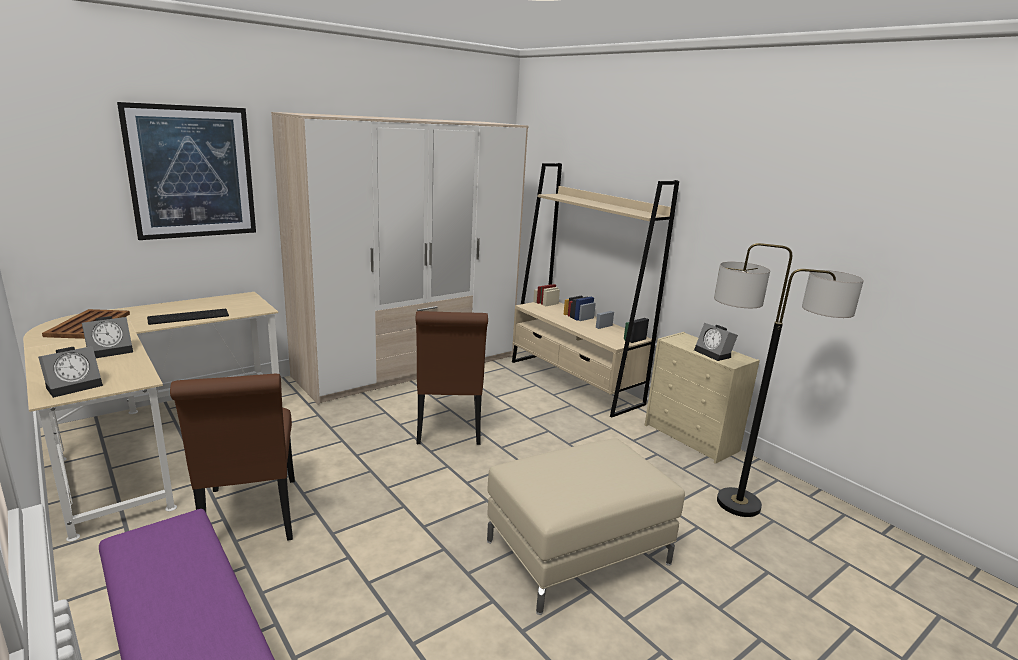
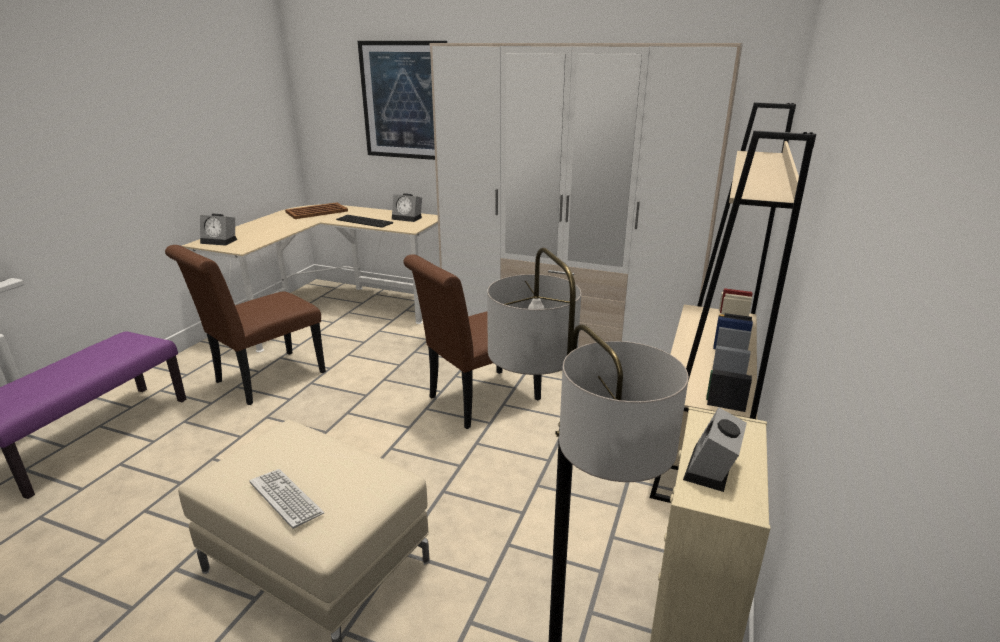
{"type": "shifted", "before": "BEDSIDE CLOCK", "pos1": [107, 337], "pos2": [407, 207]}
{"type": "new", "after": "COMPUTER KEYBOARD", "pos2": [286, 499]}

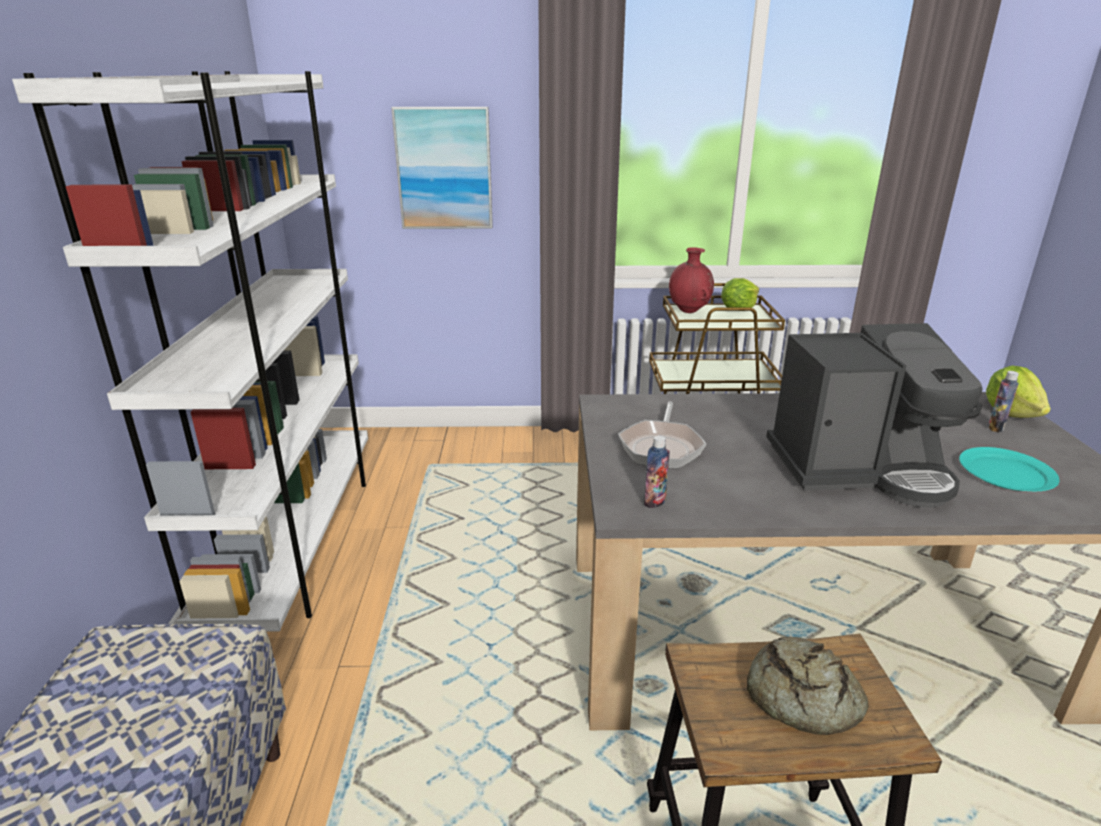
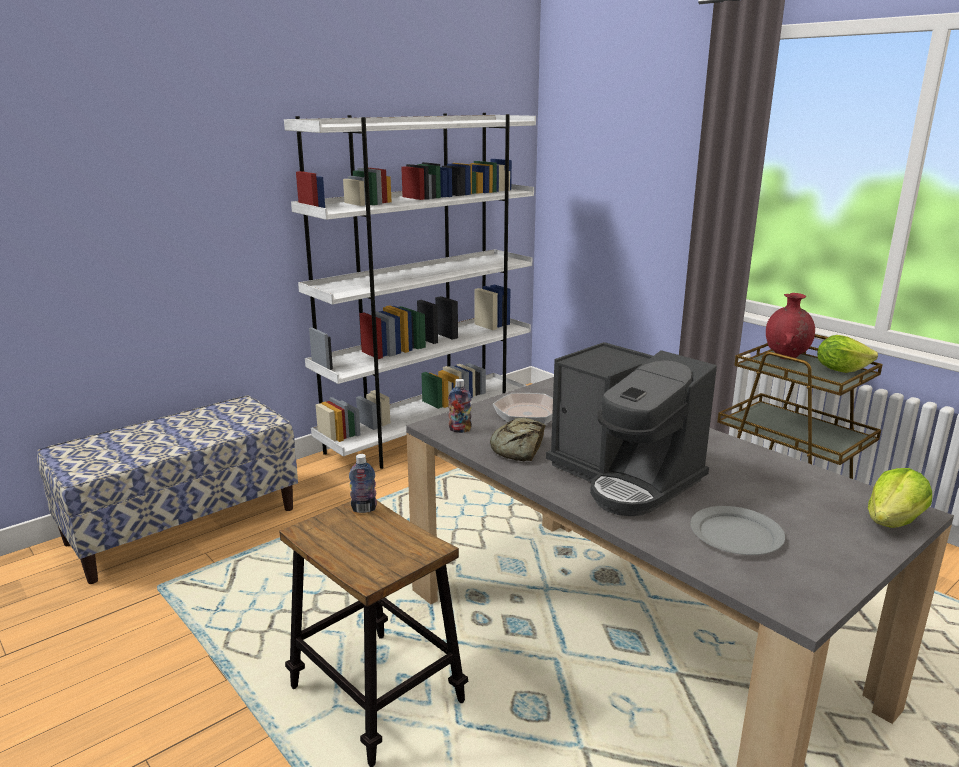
{"type": "gone", "before": "WALL ART", "pos1": [442, 168]}
{"type": "shifted", "before": "BAKED BREAD", "pos1": [808, 686], "pos2": [518, 439]}
{"type": "repainted", "before": "BLUE-GREEN FLAT DISH", "after": "GREY FLAT DISH", "pos1": [1009, 469], "pos2": [737, 530]}
{"type": "shifted", "before": "BEVERAGE BOTTLE", "pos1": [1003, 401], "pos2": [363, 483]}

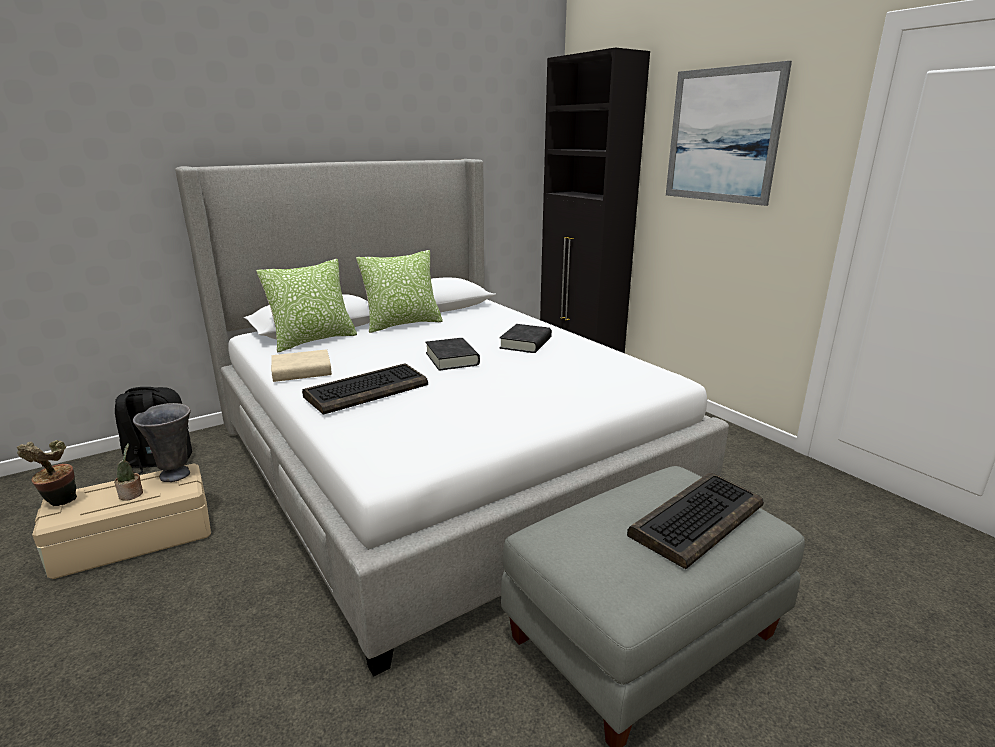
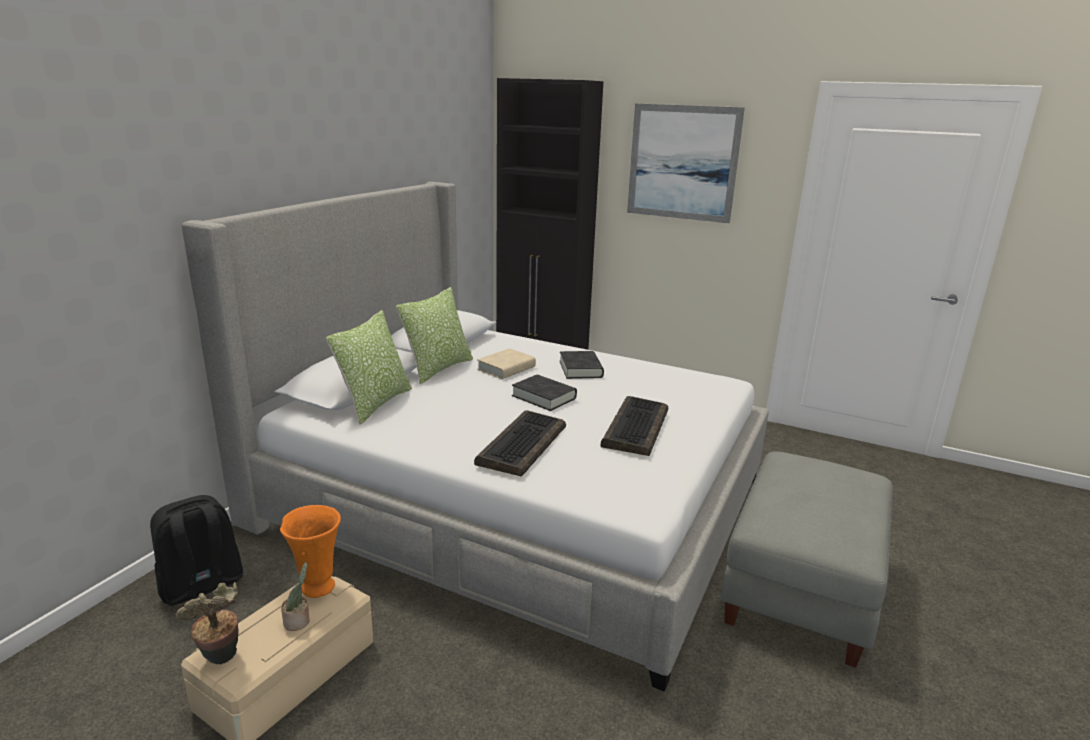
{"type": "repainted", "before": "GREY DECORATIVE VASE", "after": "ORANGEY DECORATIVE VASE", "pos1": [162, 442], "pos2": [310, 551]}
{"type": "shifted", "before": "BEIGE-COLOURED BOUND BOOK", "pos1": [301, 365], "pos2": [506, 363]}
{"type": "shifted", "before": "COMPUTER KEYBOARD", "pos1": [695, 521], "pos2": [634, 426]}

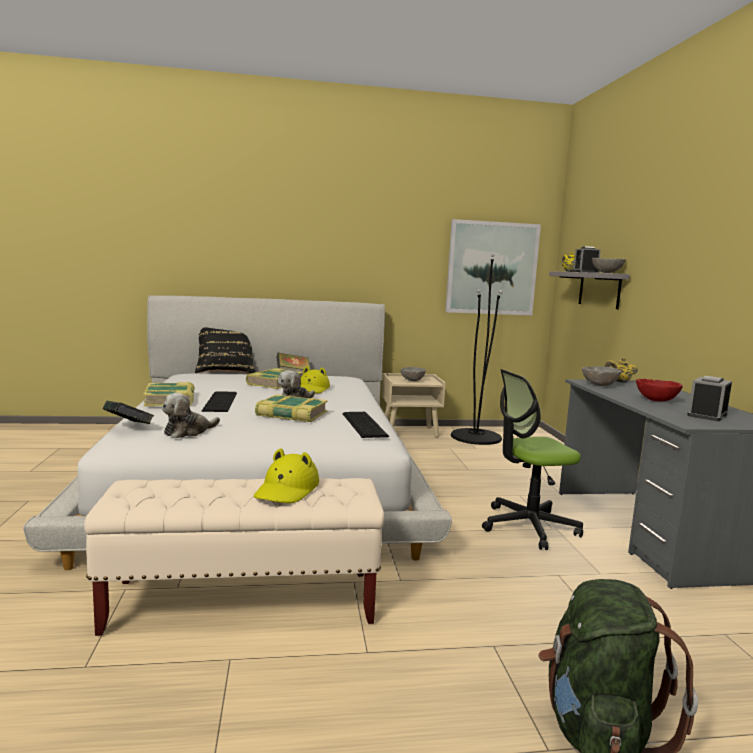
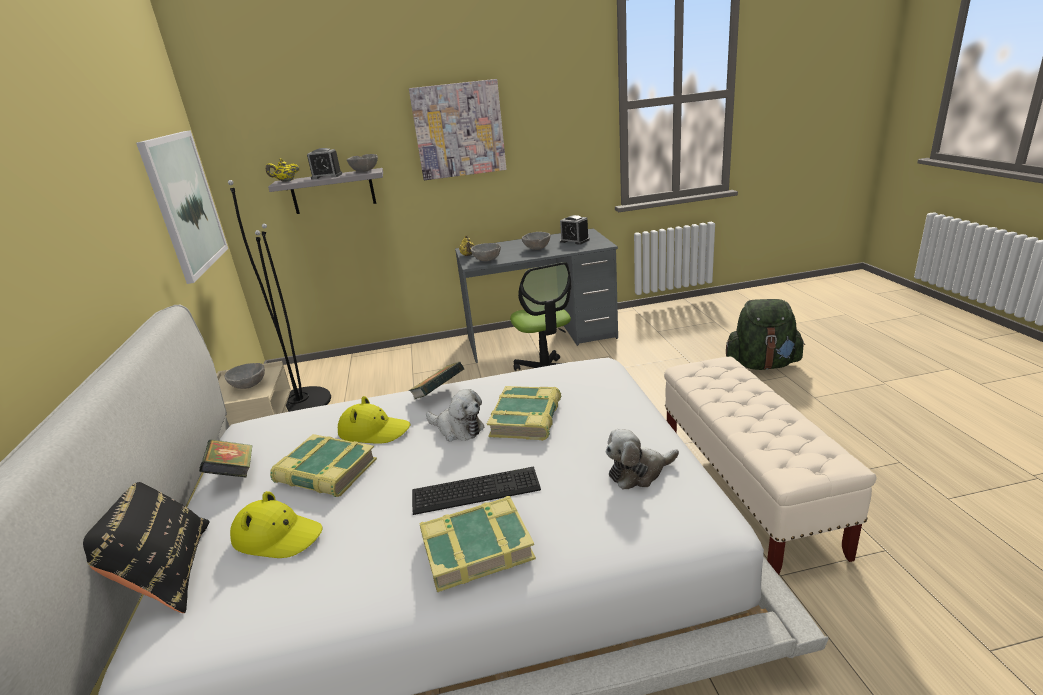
{"type": "shifted", "before": "BOUND BOOK", "pos1": [129, 412], "pos2": [436, 381]}
{"type": "rotated", "before": "SOFT TOY", "pos1": [191, 415], "pos2": [642, 459], "turn": 120}
{"type": "shifted", "before": "YELLOW WEARABLE HAT", "pos1": [286, 475], "pos2": [276, 524]}
{"type": "gone", "before": "COMPUTER KEYBOARD", "pos1": [365, 425]}
{"type": "repainted", "before": "REDDISH DEEP DISH", "after": "GREY DEEP DISH", "pos1": [659, 390], "pos2": [536, 241]}
{"type": "new", "after": "WALL ART", "pos2": [457, 129]}

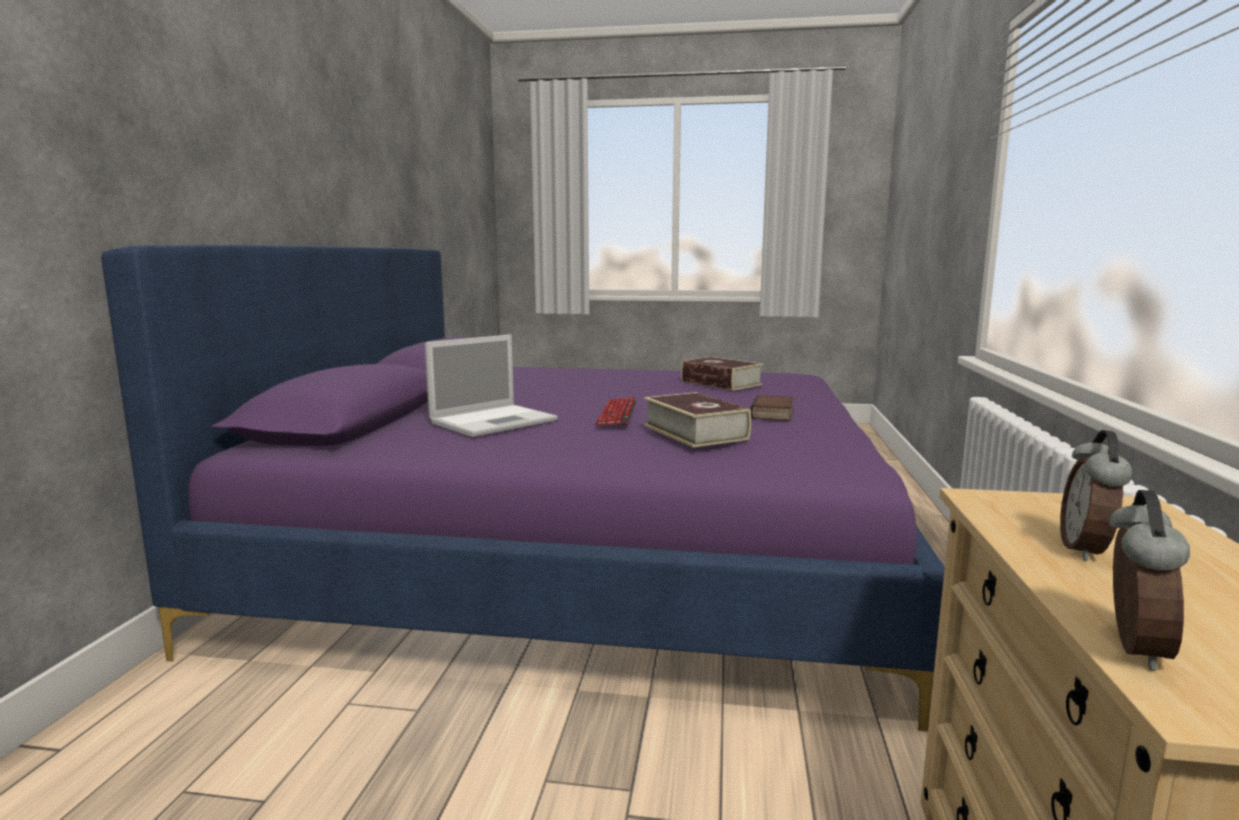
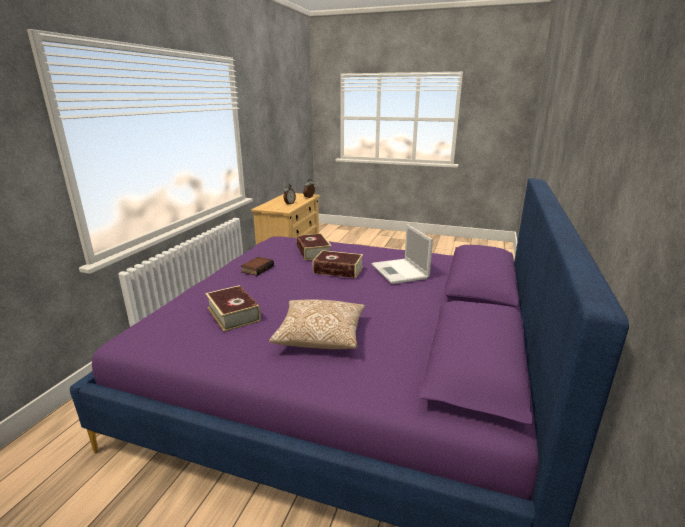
{"type": "rotated", "before": "PORTABLE COMPUTER", "pos1": [491, 385], "pos2": [402, 254], "turn": -75}
{"type": "swapped", "before": "COMPUTER KEYBOARD", "after": "BOUND BOOK", "pos1": [615, 411], "pos2": [338, 264]}
{"type": "new", "after": "CUSHION", "pos2": [317, 324]}

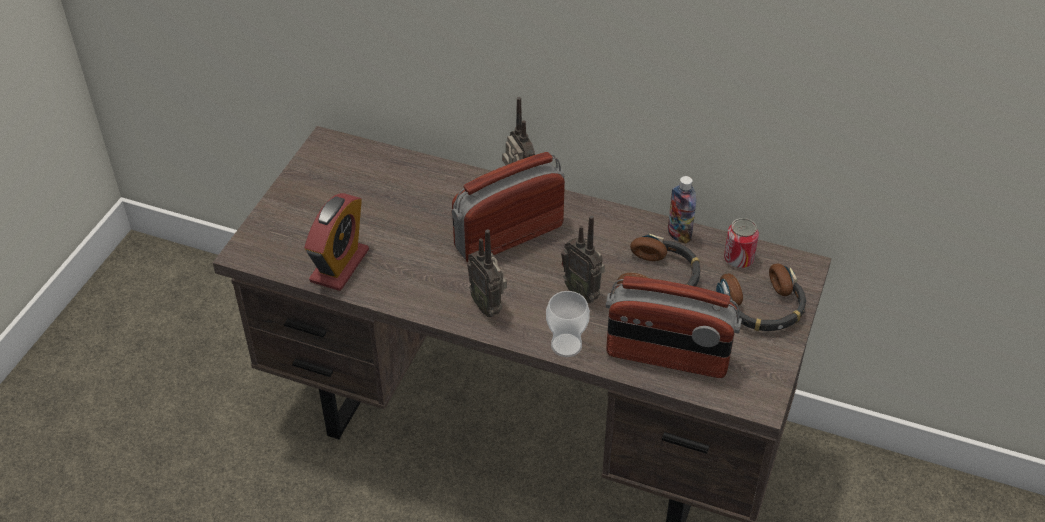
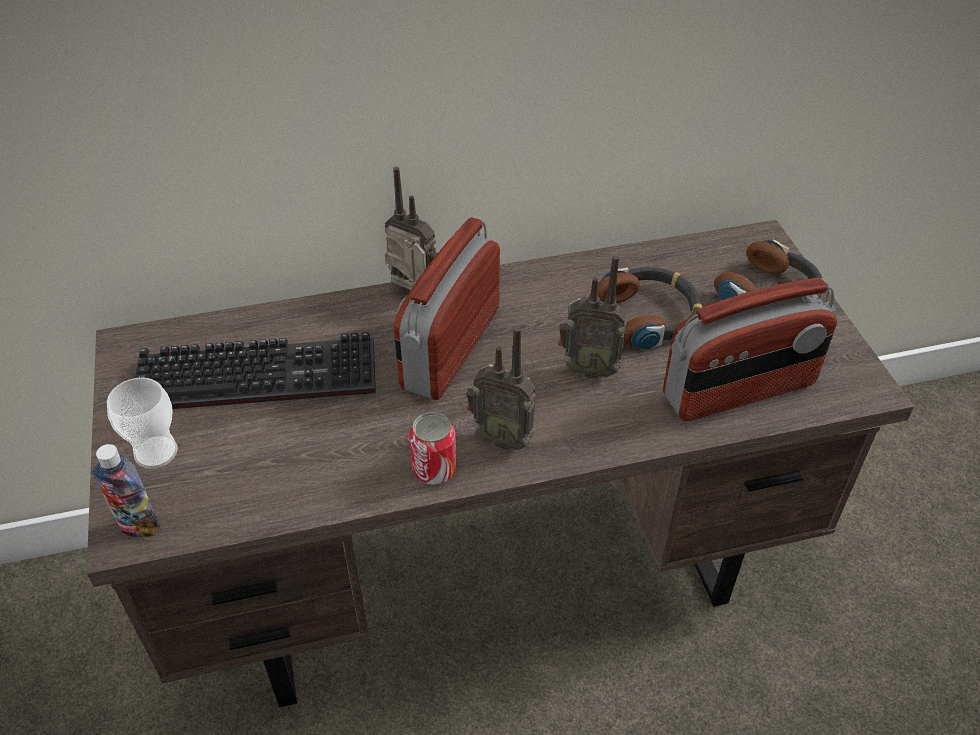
{"type": "gone", "before": "BEDSIDE CLOCK", "pos1": [336, 242]}
{"type": "shifted", "before": "CUP", "pos1": [568, 324], "pos2": [142, 423]}
{"type": "shifted", "before": "BEVERAGE BOTTLE", "pos1": [682, 210], "pos2": [126, 490]}
{"type": "shifted", "before": "METAL CAN", "pos1": [741, 243], "pos2": [433, 448]}
{"type": "new", "after": "COMPUTER KEYBOARD", "pos2": [255, 370]}

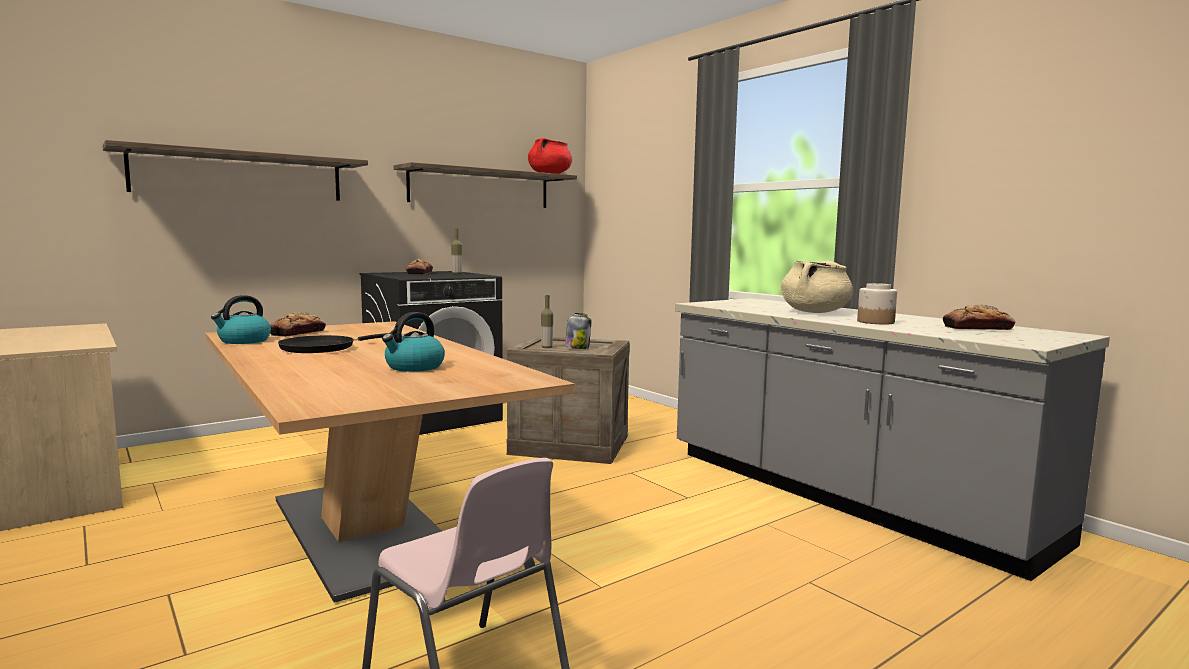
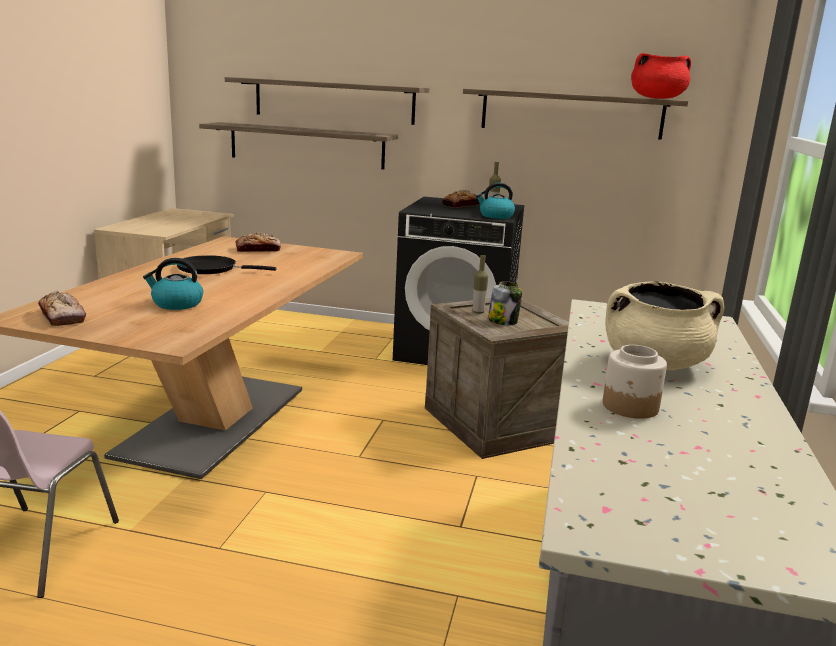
{"type": "shifted", "before": "WATER KETTLE", "pos1": [241, 319], "pos2": [495, 201]}
{"type": "shifted", "before": "BAKED BREAD", "pos1": [979, 317], "pos2": [62, 308]}
{"type": "new", "after": "SHELF", "pos2": [298, 145]}

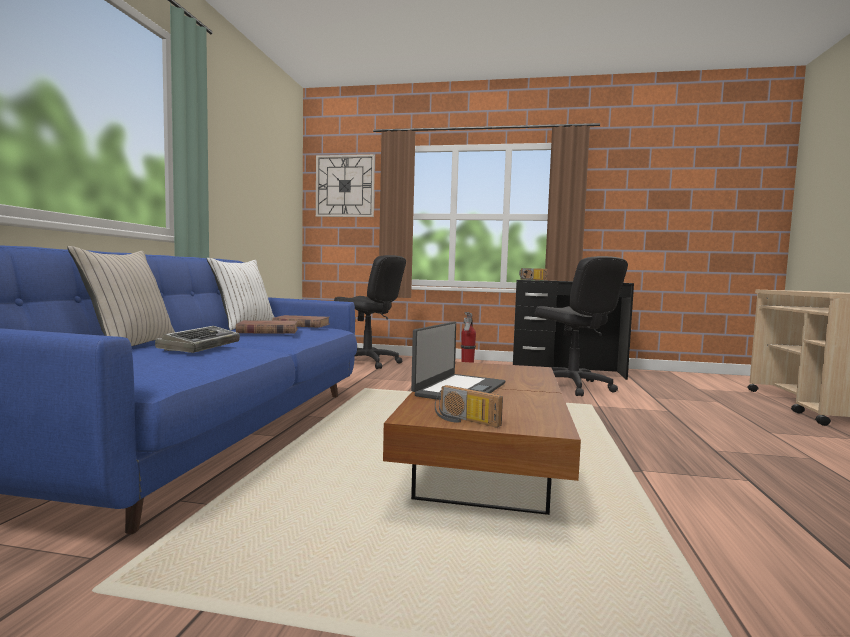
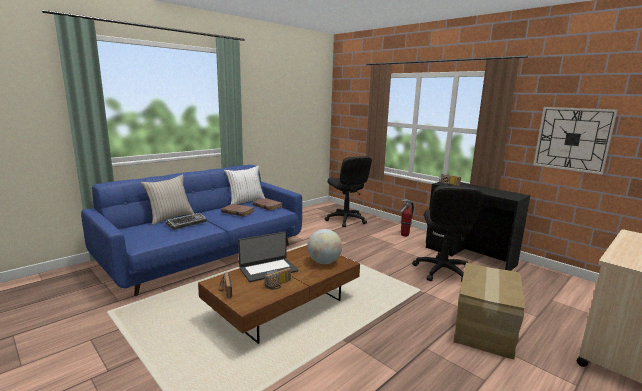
{"type": "shifted", "before": "HANGING CLOCK", "pos1": [345, 185], "pos2": [575, 141]}
{"type": "new", "after": "RADIO RECEIVER", "pos2": [277, 279]}
{"type": "new", "after": "DESK GLOBE", "pos2": [324, 246]}
{"type": "new", "after": "CARDBOARD BOX", "pos2": [489, 311]}

